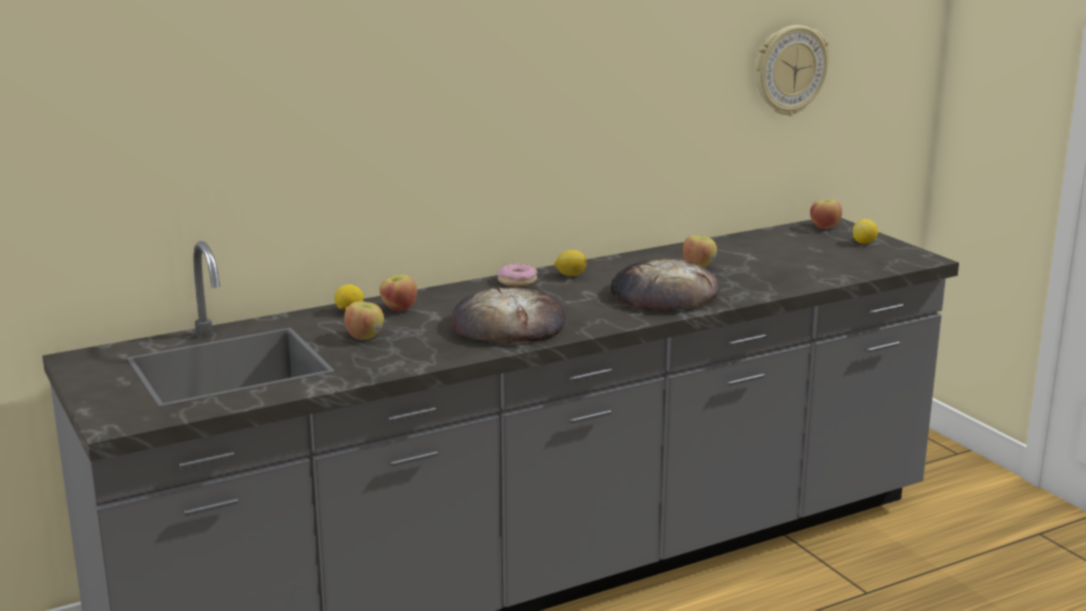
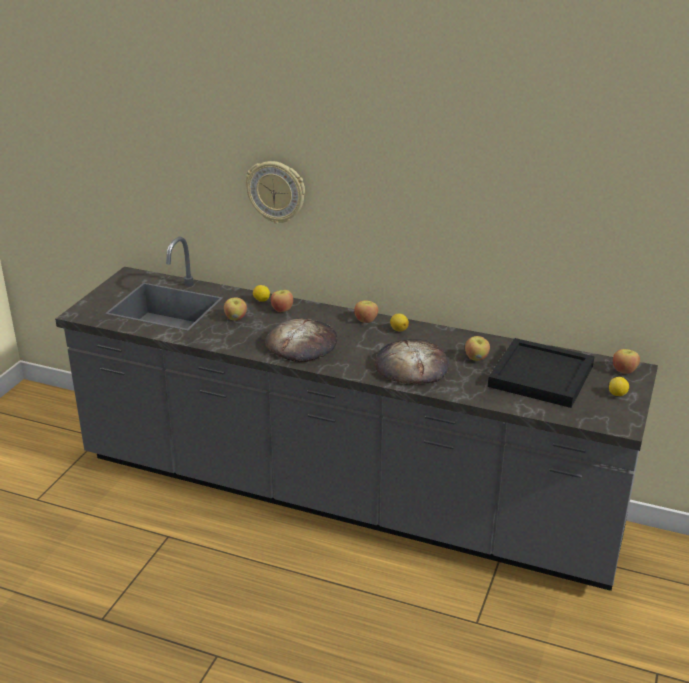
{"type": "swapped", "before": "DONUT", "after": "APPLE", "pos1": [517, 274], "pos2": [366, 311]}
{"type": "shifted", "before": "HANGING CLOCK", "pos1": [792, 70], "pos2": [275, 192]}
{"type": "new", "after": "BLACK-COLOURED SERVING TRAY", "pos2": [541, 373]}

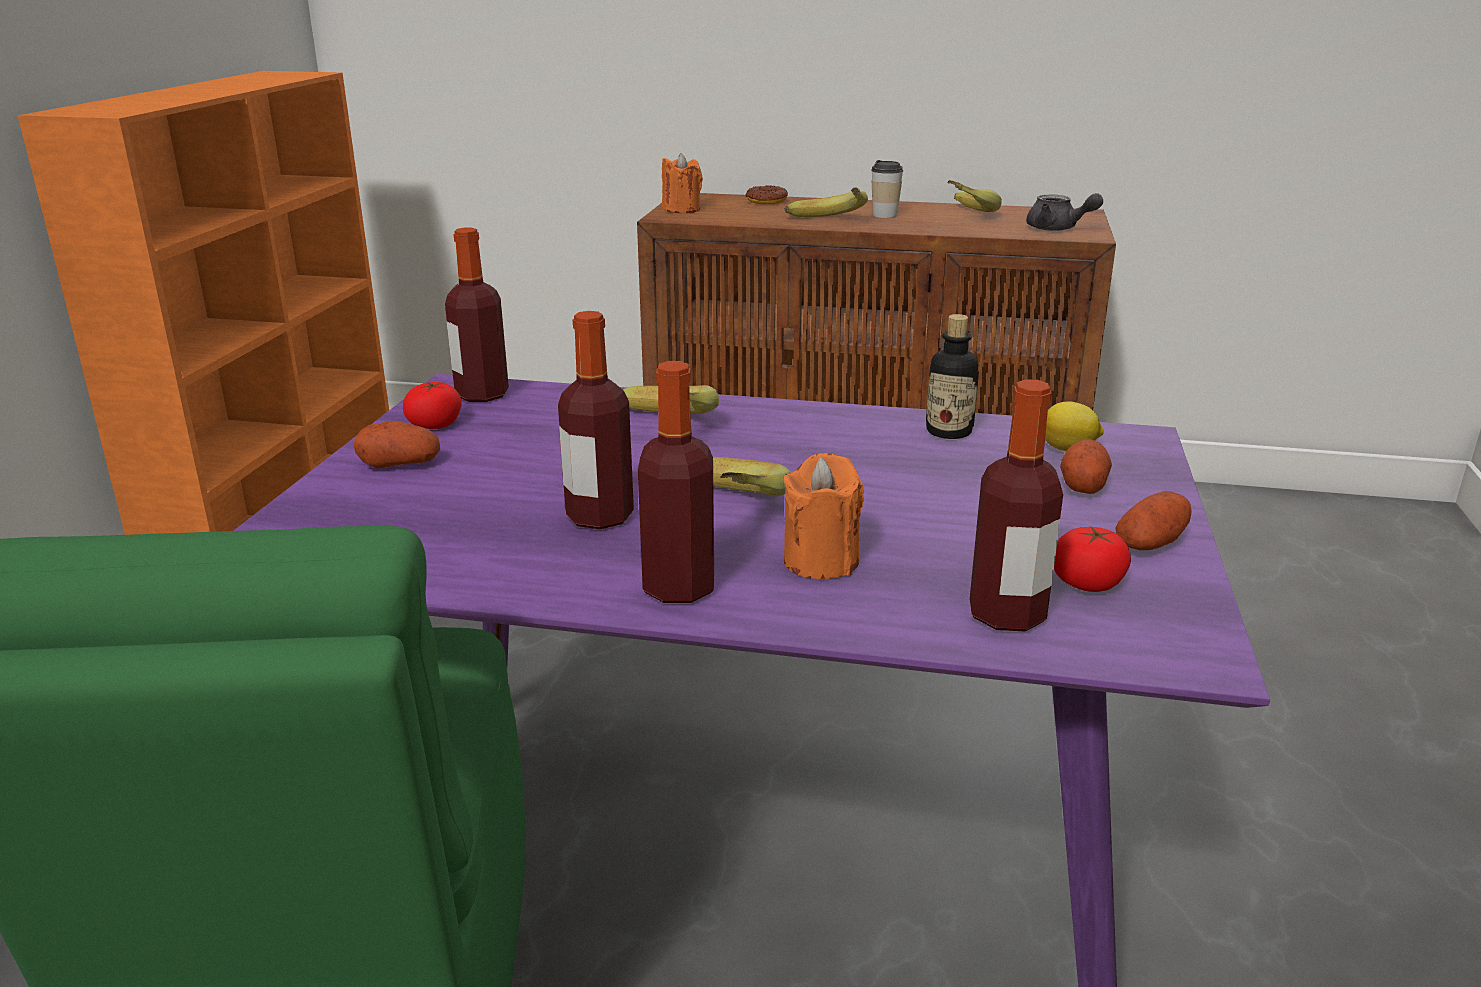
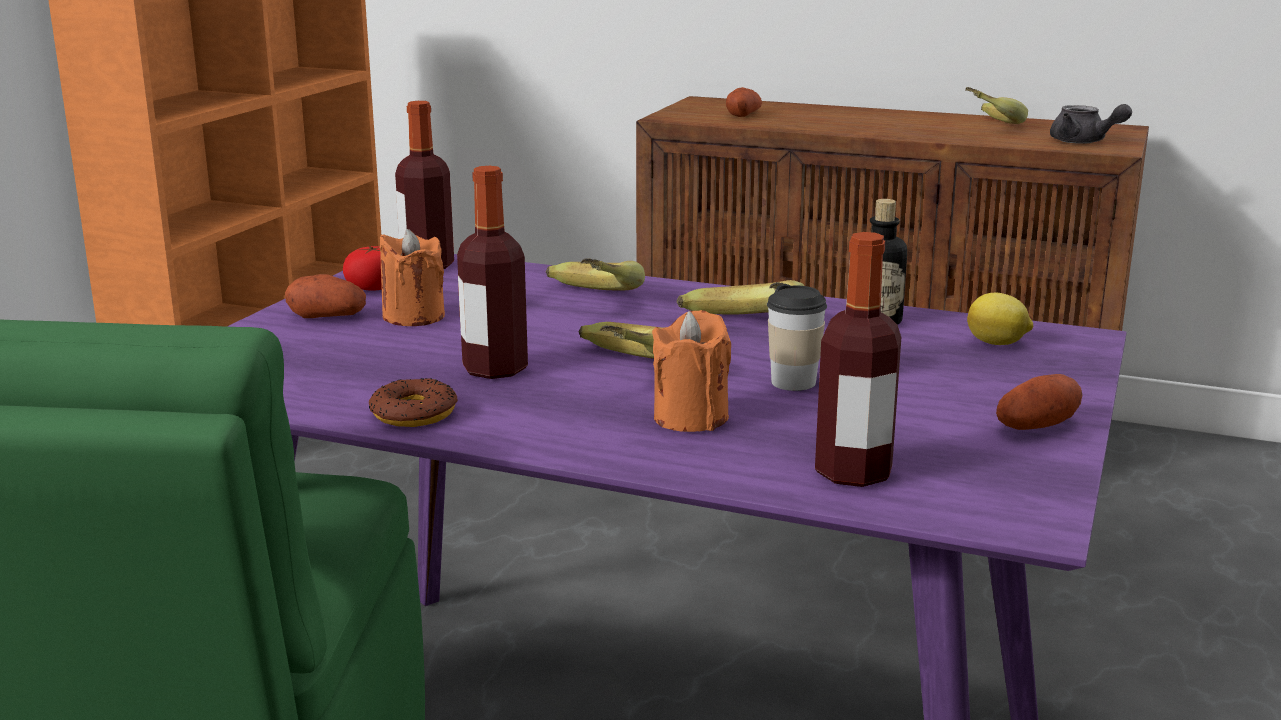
{"type": "gone", "before": "BEVERAGE BOTTLE", "pos1": [676, 482]}
{"type": "shifted", "before": "ORANGEY WAX LIGHT", "pos1": [682, 183], "pos2": [412, 277]}
{"type": "shifted", "before": "DONUT", "pos1": [767, 194], "pos2": [413, 402]}
{"type": "shifted", "before": "WHOLE BANANA", "pos1": [826, 202], "pos2": [740, 297]}
{"type": "shifted", "before": "CUP", "pos1": [887, 189], "pos2": [797, 337]}
{"type": "gone", "before": "TOMATO", "pos1": [1092, 559]}
{"type": "shifted", "before": "WHOLE POTATO", "pos1": [1086, 466], "pos2": [744, 102]}

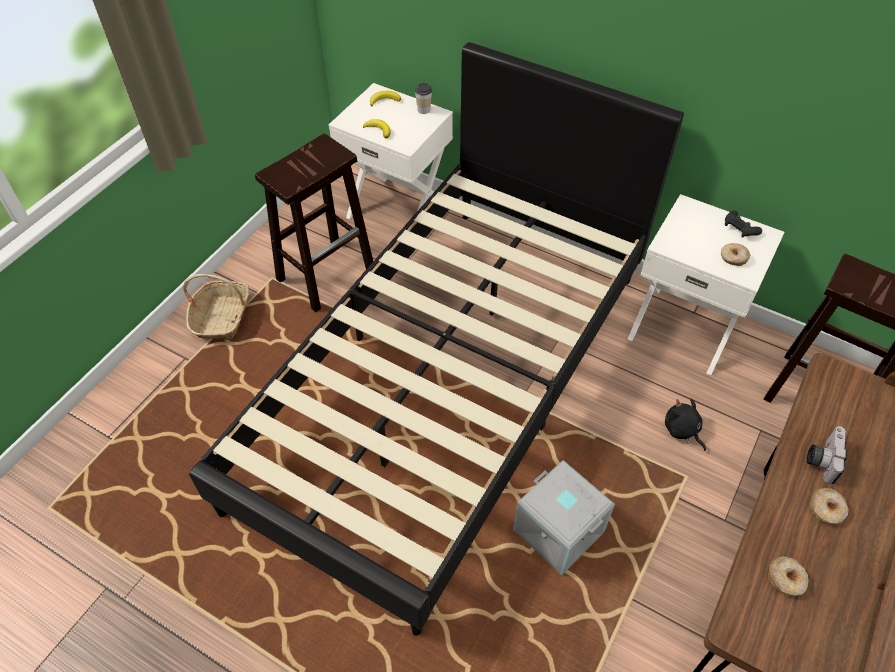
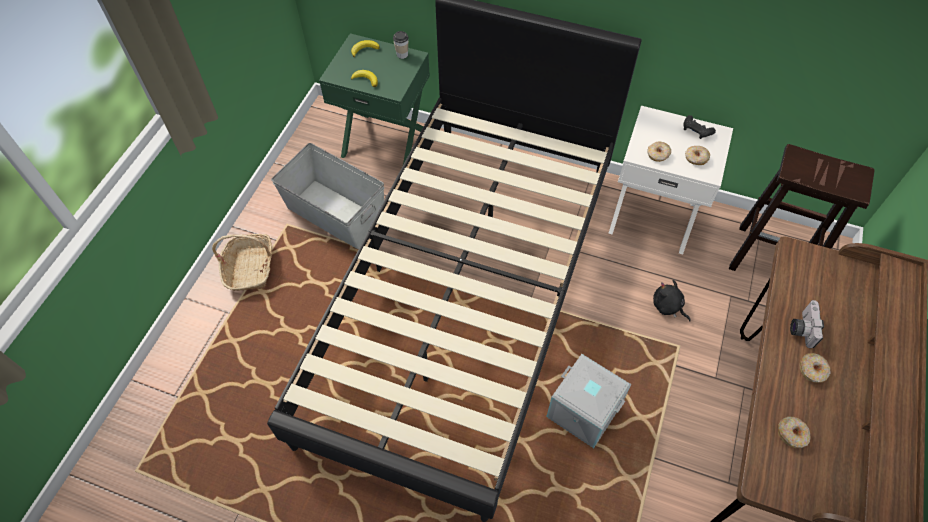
{"type": "swapped", "before": "BROWNISH STOOL", "after": "GREY STORAGE BOX", "pos1": [314, 222], "pos2": [327, 196]}
{"type": "repainted", "before": "WHITISH BEDSIDE TABLE", "after": "GREENISH BEDSIDE TABLE", "pos1": [391, 151], "pos2": [374, 99]}
{"type": "new", "after": "DONUT", "pos2": [659, 152]}

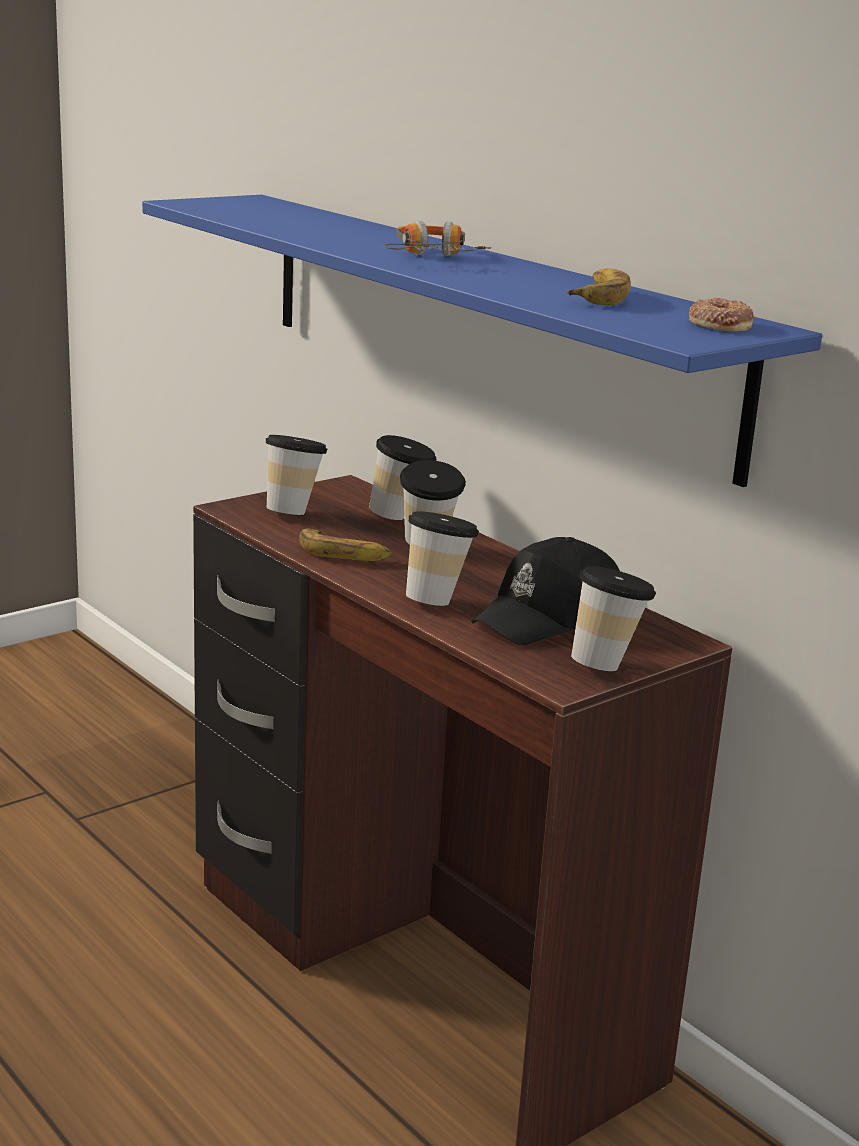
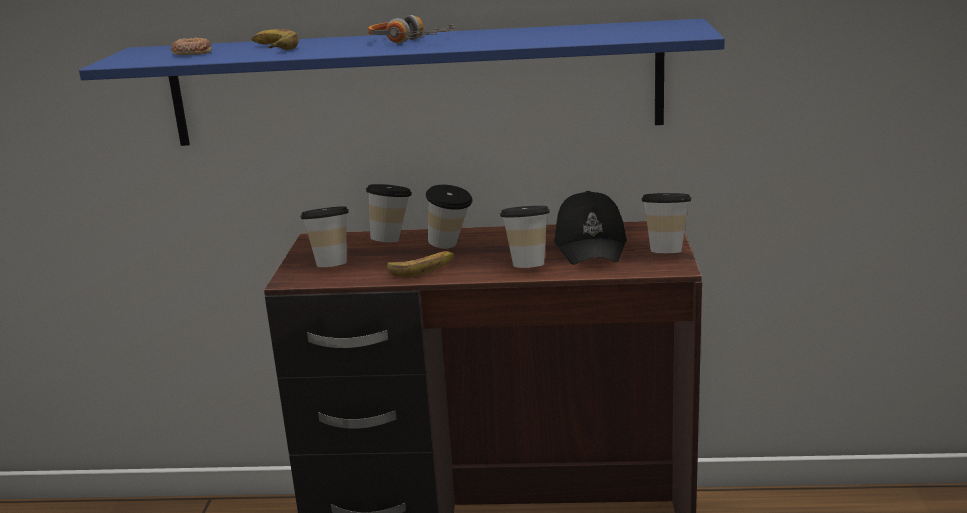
{"type": "shifted", "before": "WHOLE BANANA", "pos1": [598, 286], "pos2": [275, 39]}
{"type": "shifted", "before": "DONUT", "pos1": [721, 314], "pos2": [191, 46]}

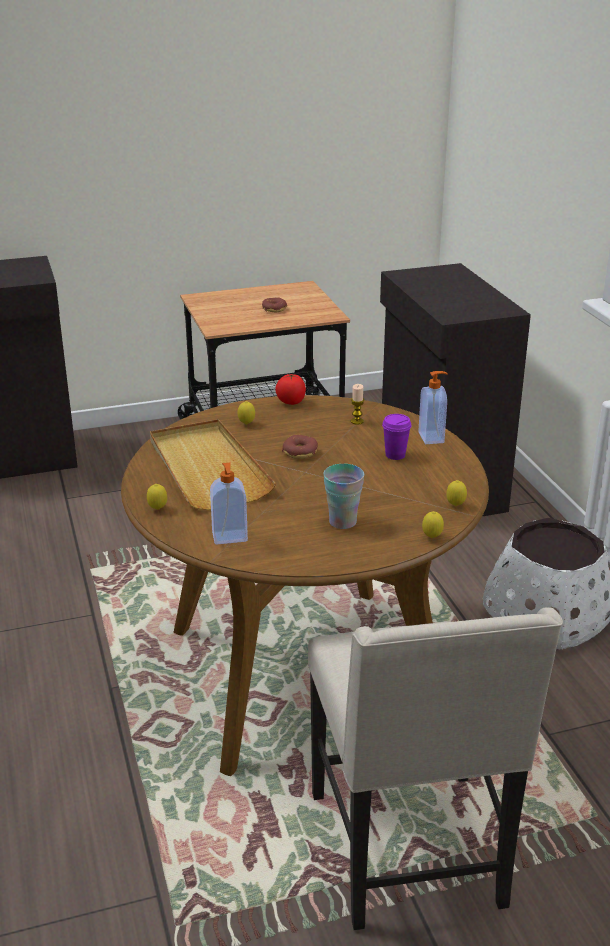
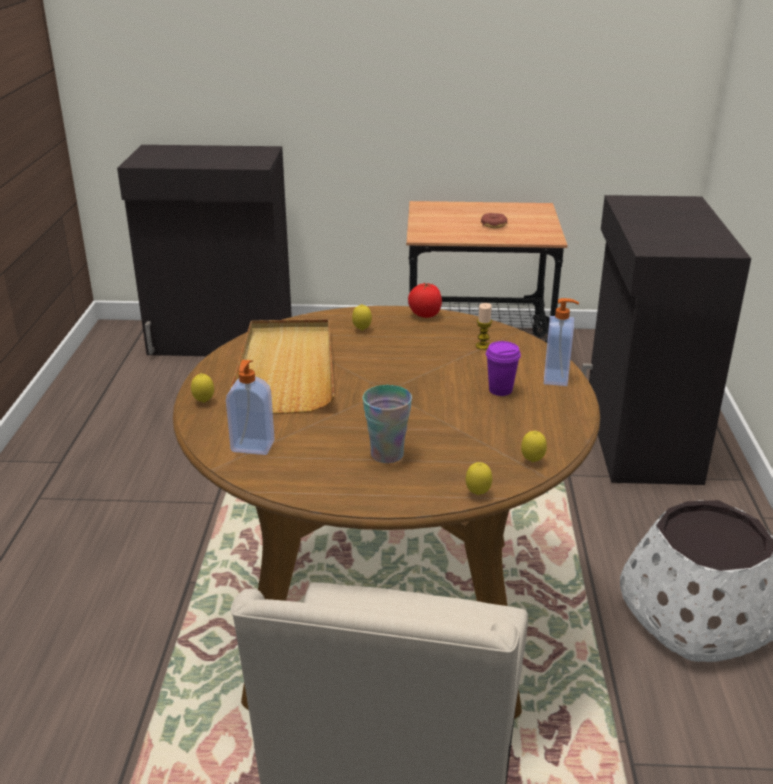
{"type": "gone", "before": "DONUT", "pos1": [300, 447]}

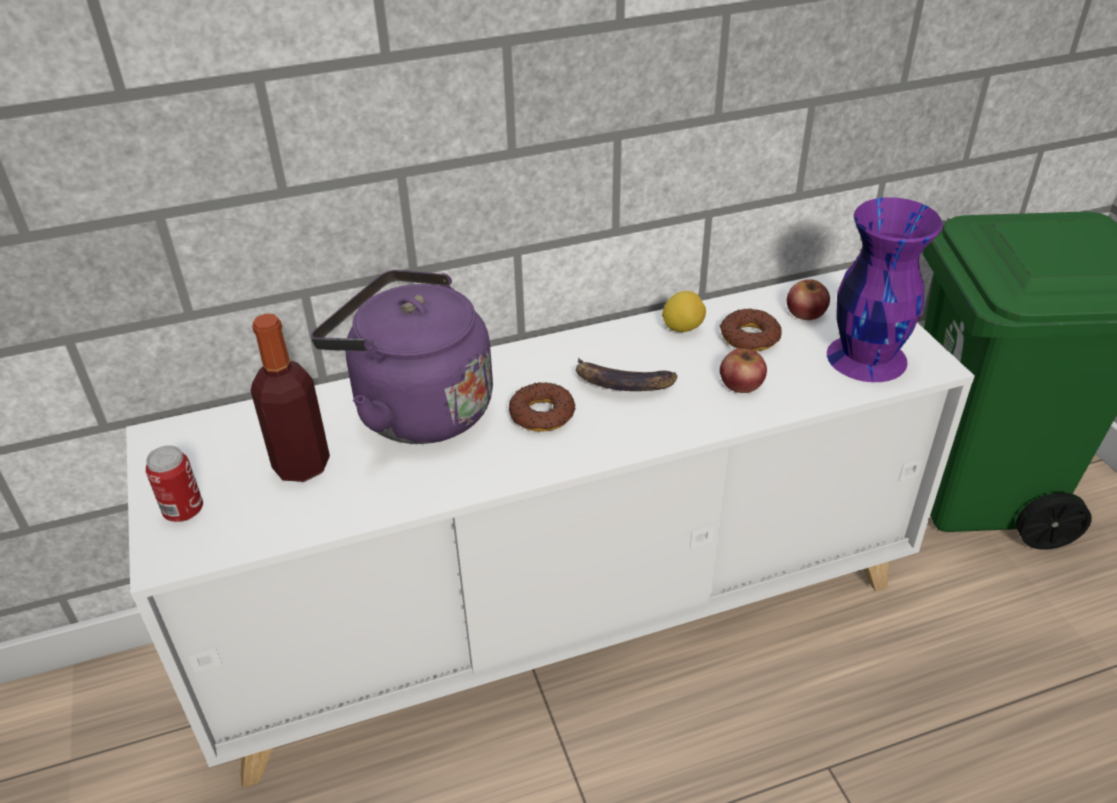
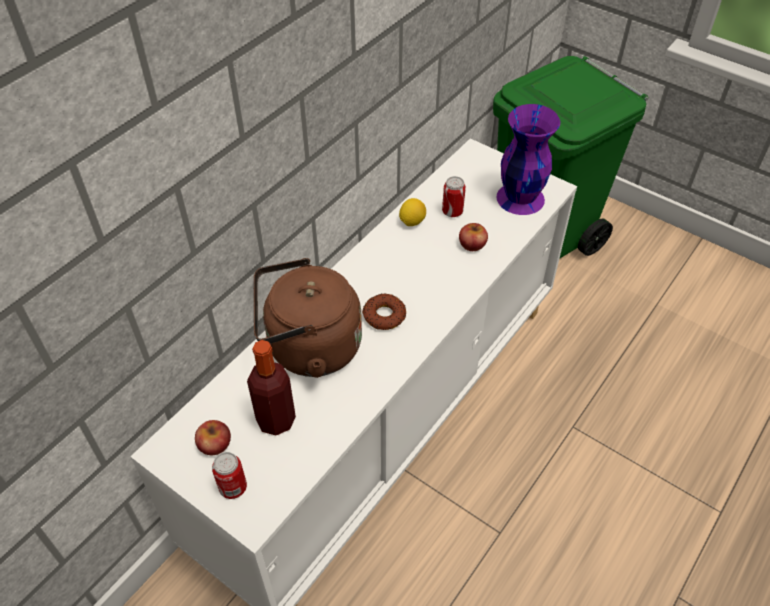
{"type": "repainted", "before": "PURPLE-COLOURED WATER KETTLE", "after": "BROWNISH WATER KETTLE", "pos1": [402, 357], "pos2": [308, 318]}
{"type": "gone", "before": "WHOLE BANANA", "pos1": [626, 374]}
{"type": "swapped", "before": "DONUT", "after": "METAL CAN", "pos1": [751, 329], "pos2": [454, 196]}
{"type": "shifted", "before": "APPLE", "pos1": [808, 299], "pos2": [213, 437]}

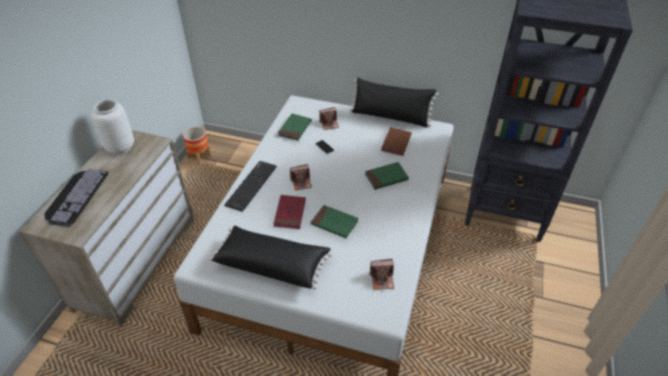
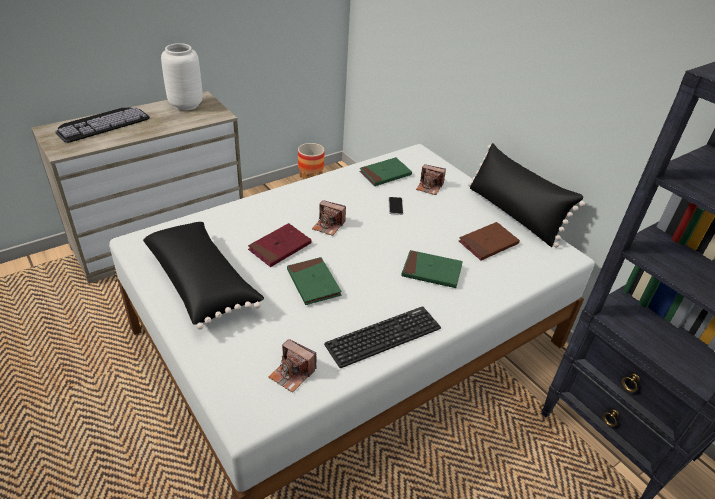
{"type": "shifted", "before": "COMPUTER KEYBOARD", "pos1": [250, 186], "pos2": [382, 337]}

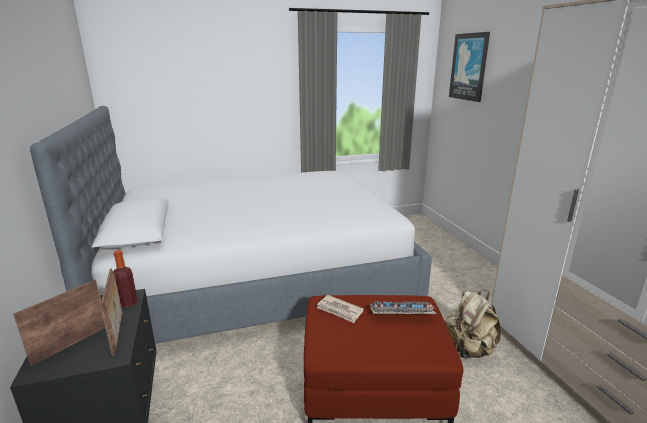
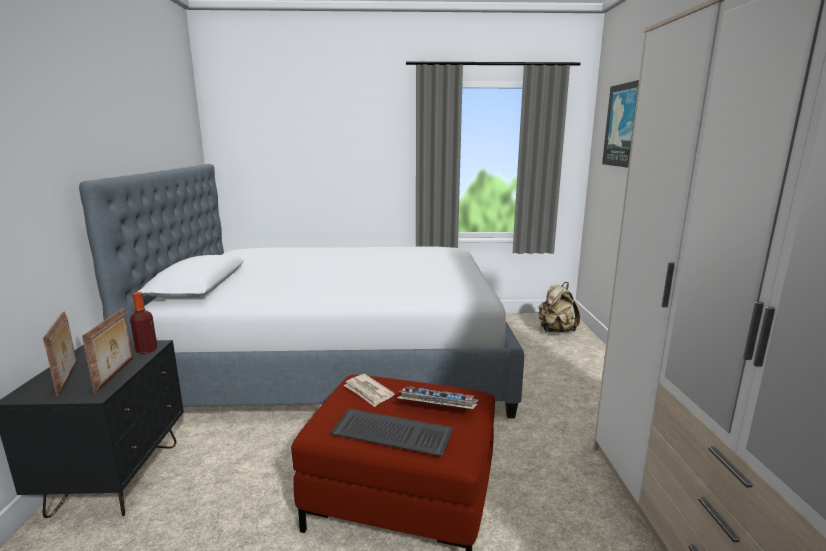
{"type": "rotated", "before": "STANDING FRAME", "pos1": [59, 323], "pos2": [59, 354], "turn": 105}
{"type": "shifted", "before": "BEIGE-COLOURED KNAPSACK", "pos1": [473, 324], "pos2": [559, 307]}
{"type": "new", "after": "COMPUTER KEYBOARD", "pos2": [391, 433]}

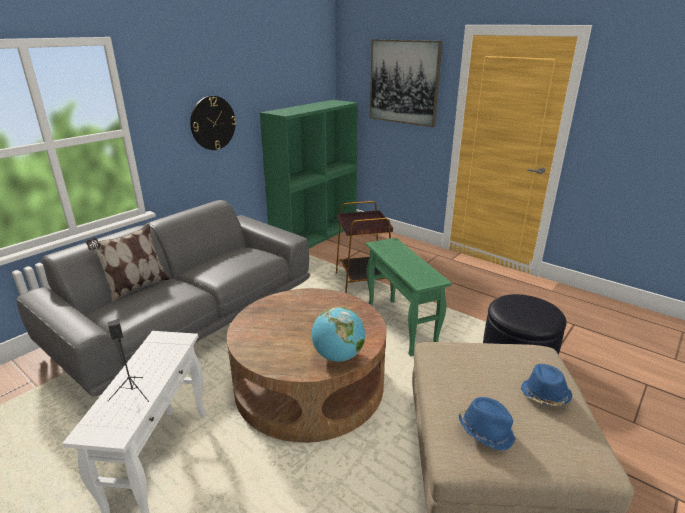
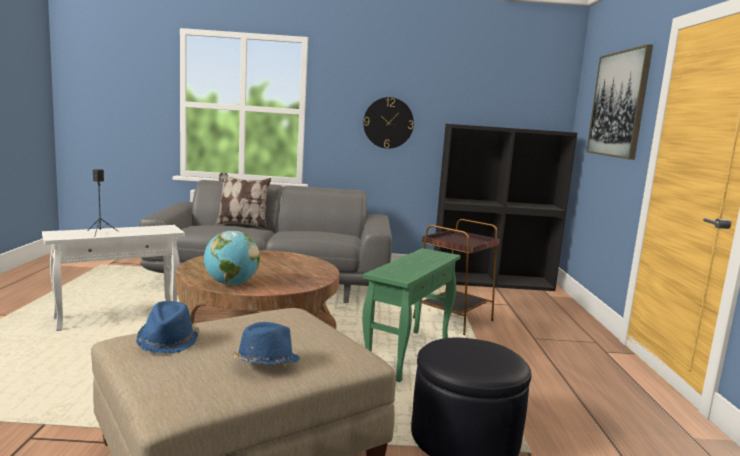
{"type": "repainted", "before": "GREENISH BOOKCASE", "after": "BLACK-COLOURED BOOKCASE", "pos1": [309, 174], "pos2": [505, 207]}

